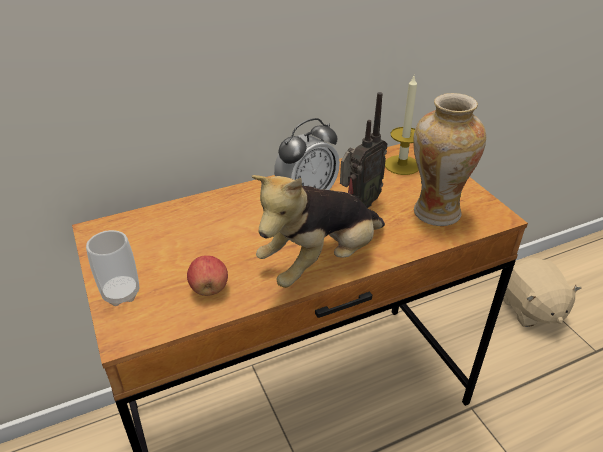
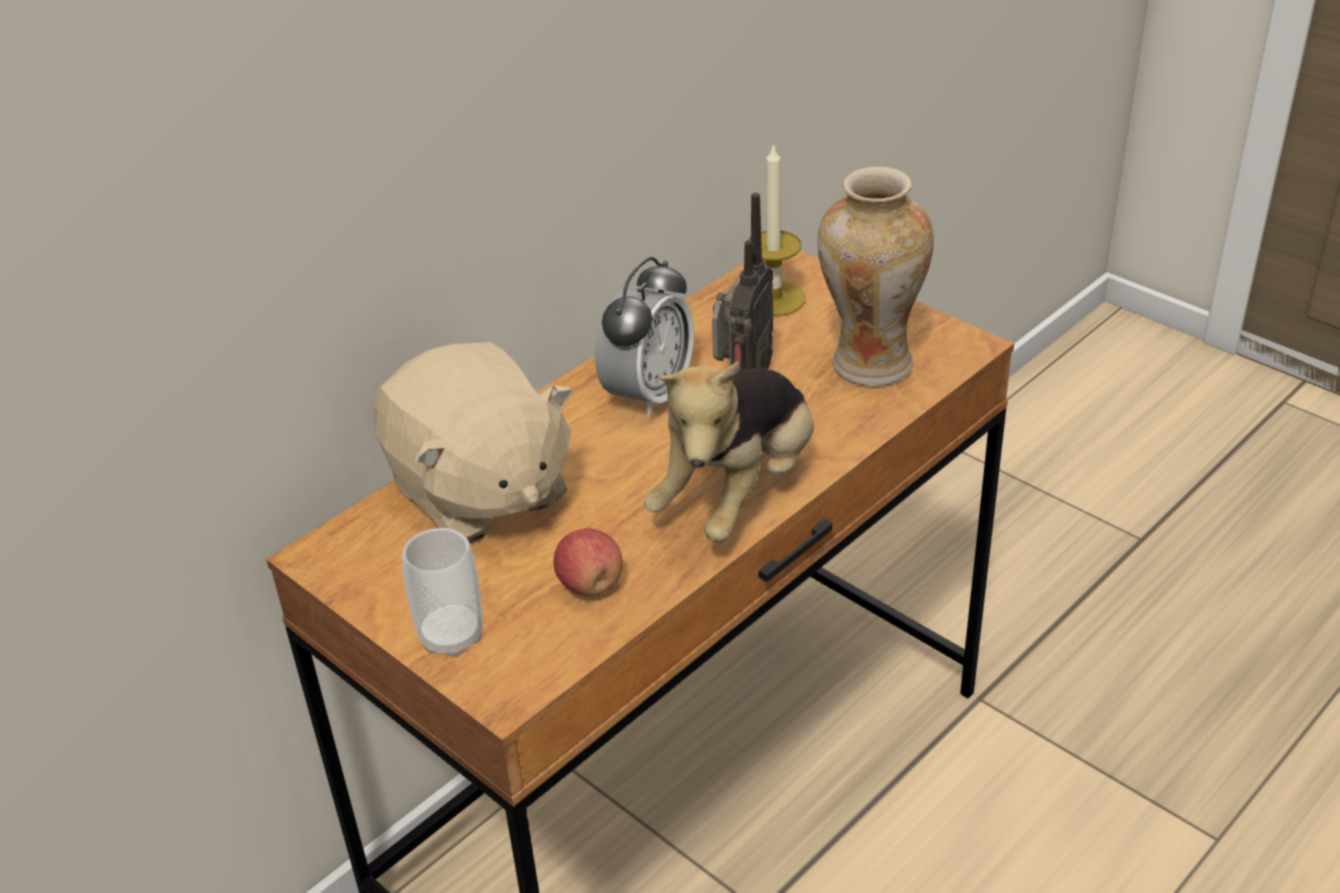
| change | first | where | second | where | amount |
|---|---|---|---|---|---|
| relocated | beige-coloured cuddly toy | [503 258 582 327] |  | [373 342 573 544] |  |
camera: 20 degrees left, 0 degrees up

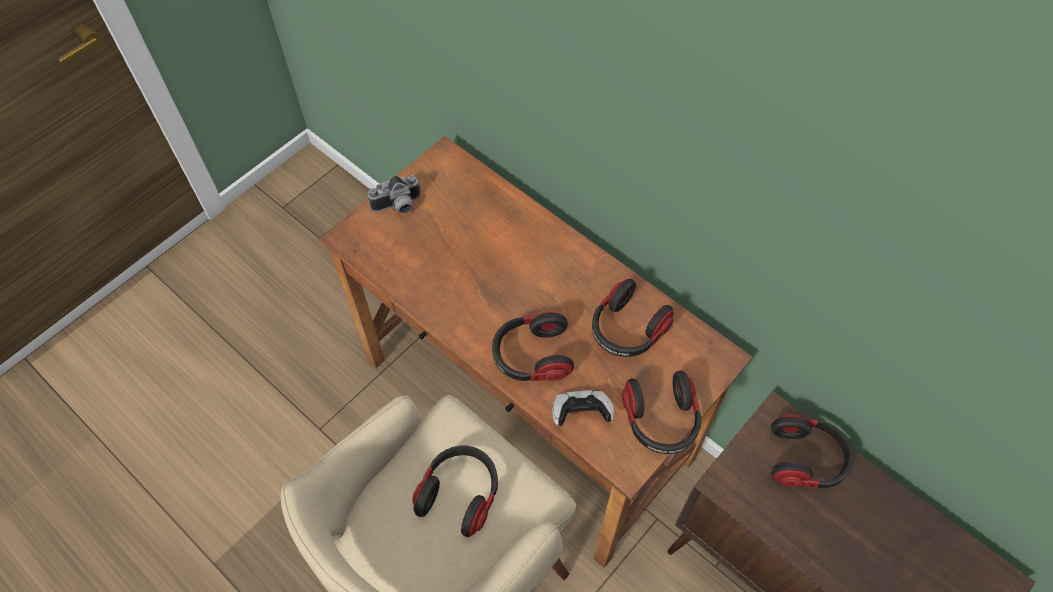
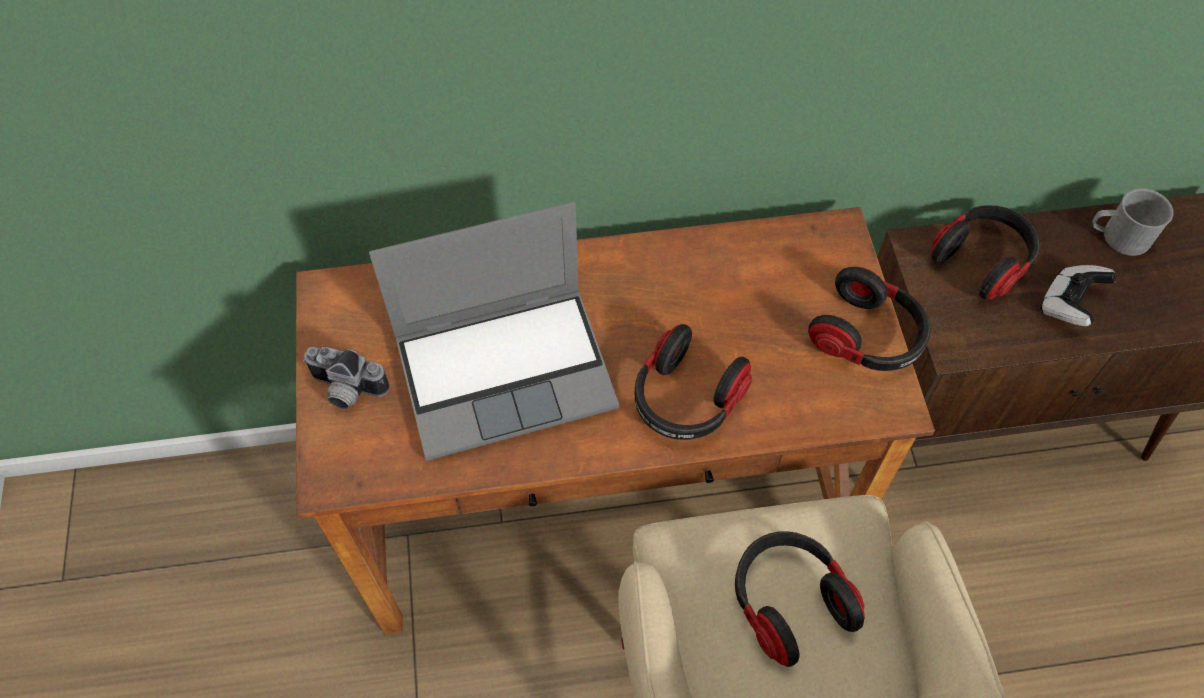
| change | first | where | second | where | amount |
|---|---|---|---|---|---|
| spun | photo camera | [368 175 421 213] |  | [303 347 389 409] | 90 degrees clockwise |
| missing | headset | [592 279 674 357] |  |  |  |
| relocated | gamepad | [552 390 614 426] |  | [1040 265 1116 326] |  |
| appeared |  |  | greyish tea mug | [1092 188 1174 256] |  |
| appeared |  |  | laptop | [369 202 619 461] |  |
camera: 50 degrees left, 0 degrees up

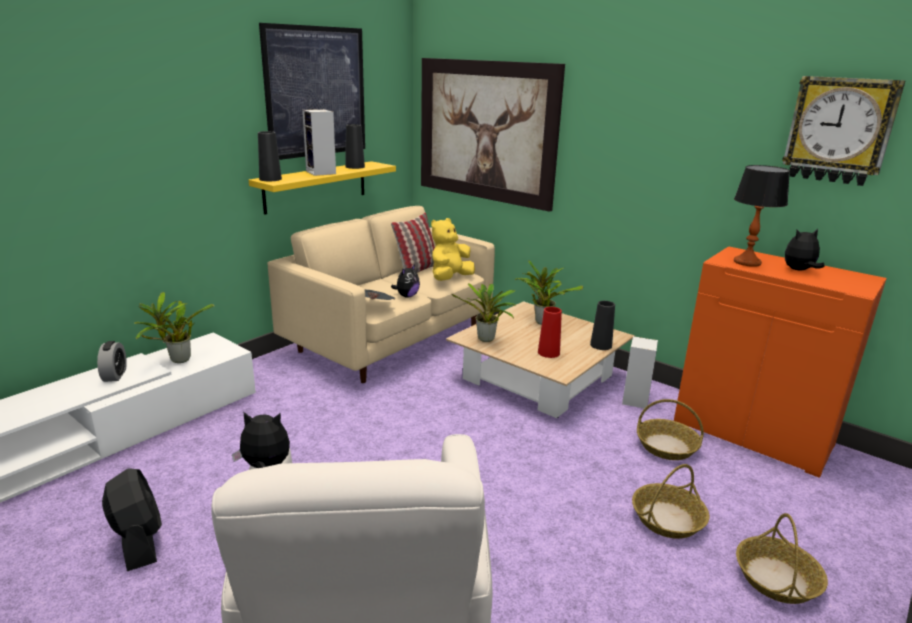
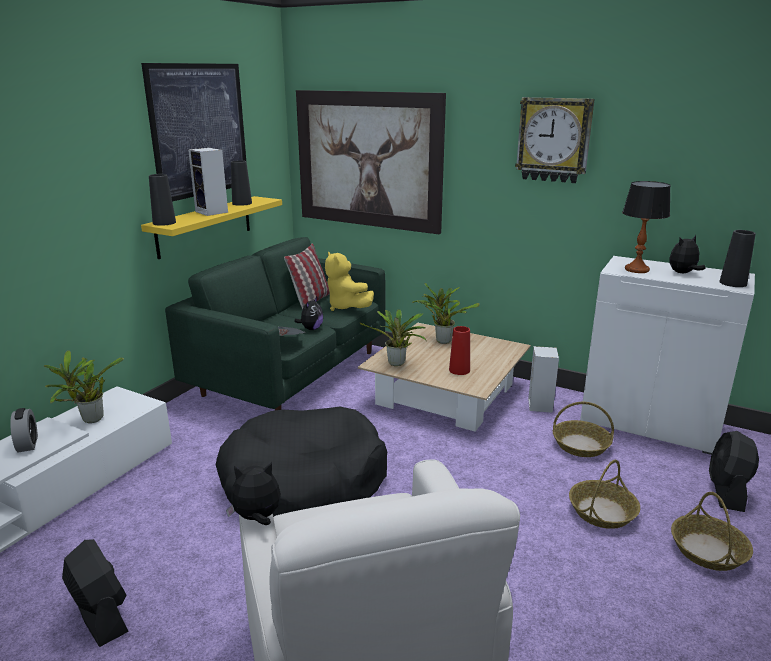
| change | first | where | second | where | amount |
|---|---|---|---|---|---|
| relocated | hanging clock | [782 76 905 186] |  | [515 97 595 183] |  |
| colour | beige-coloured sofa | [268 206 495 383] | green sofa | [165 237 385 410] |  |
| spun | yellow cuddly toy | [431 218 475 281] |  | [325 251 374 311] | 60 degrees counterclockwise |
| colour | orangey storage cabinet | [674 246 887 478] | whitish storage cabinet | [580 256 755 455] |  |
| relocated | black decorative vase | [590 301 615 350] |  | [719 230 756 287] |  |
| appeared |  |  | black pet bed | [216 407 387 517] |  |
| appeared |  |  | black cooling fan | [709 431 759 512] |  |
camera: 10 degrees left, 0 degrees up

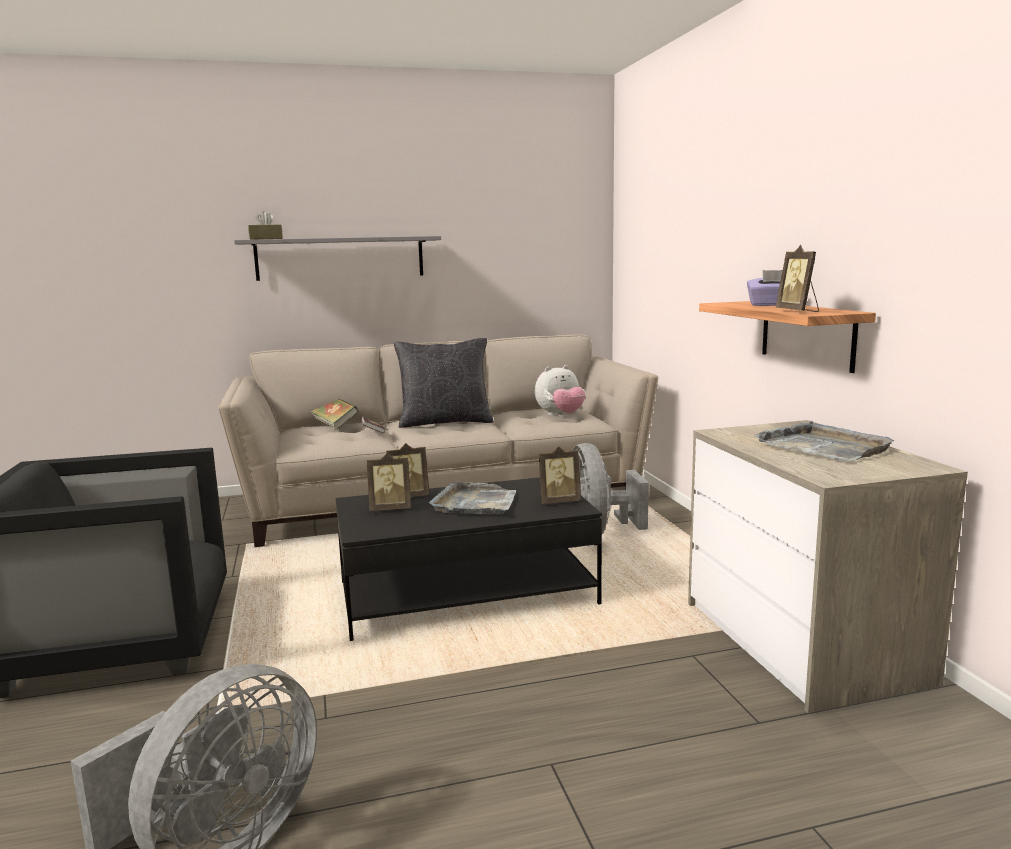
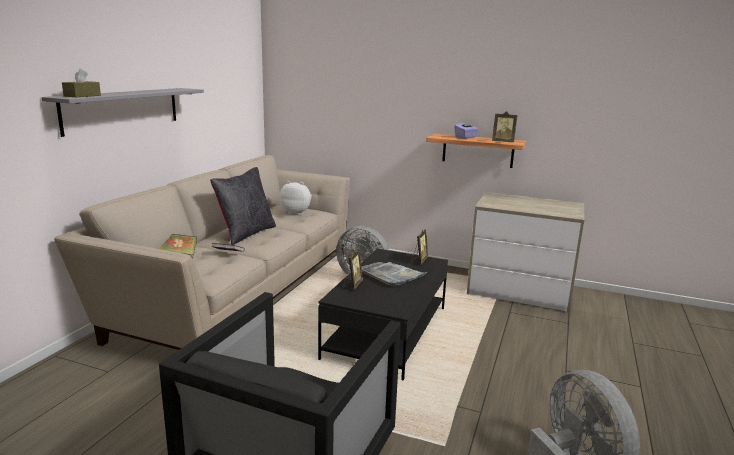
| change | first | where | second | where | amount |
|---|---|---|---|---|---|
| spun | cuddly toy | [535 365 585 415] |  | [279 181 312 215] | 90 degrees counterclockwise |
| missing | greyish serving tray | [754 421 894 461] |  |  |  |
| missing | photo frame | [367 453 411 511] |  |  |  |
camera: 55 degrees left, 5 degrees up

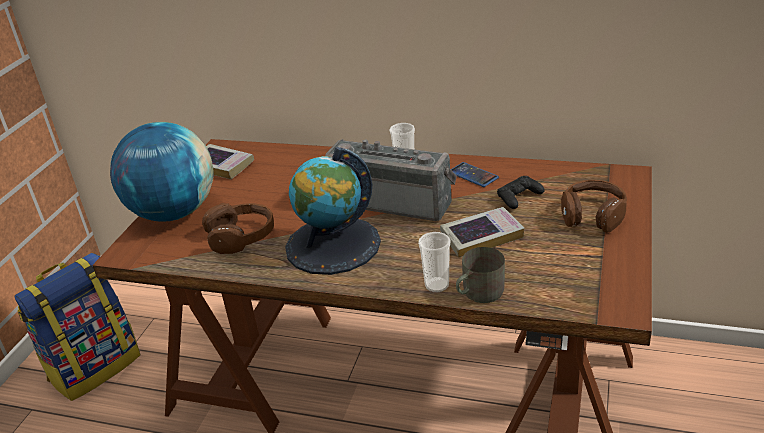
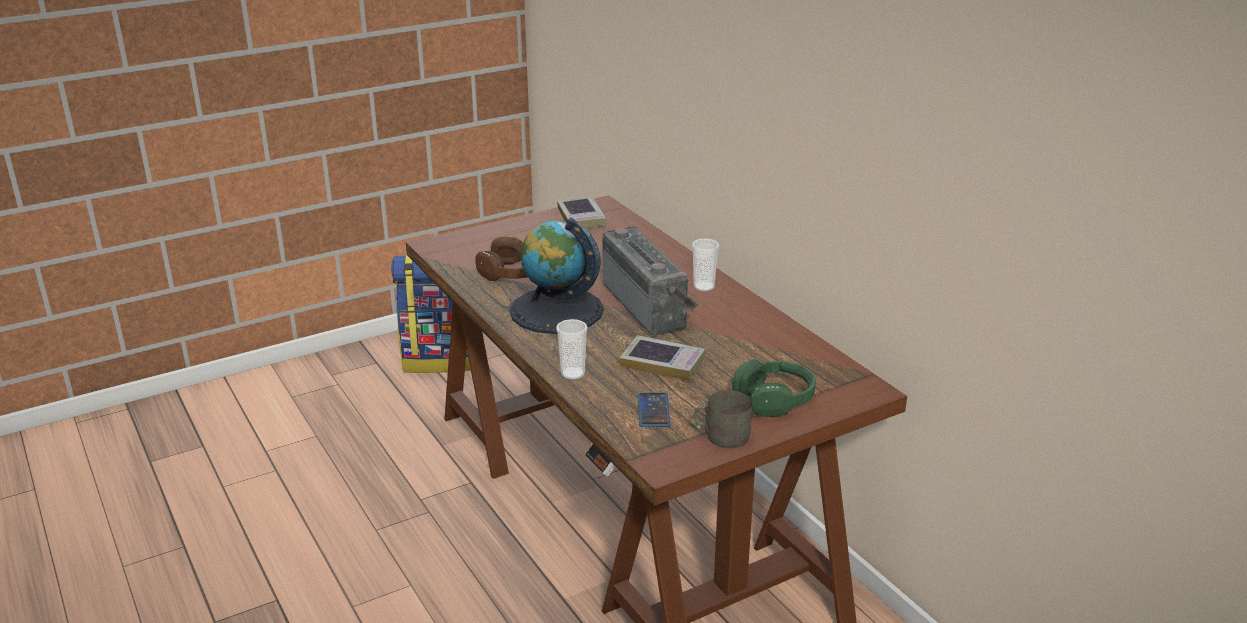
| change | first | where | second | where | amount |
|---|---|---|---|---|---|
| missing | globe | [110 122 214 222] |  |  |  |
| relocated | phone | [451 162 499 187] |  | [638 392 670 427] |  |
| missing | black gamepad | [497 176 545 209] |  |  |  |
| colour | brown headset | [561 180 627 233] | green headset | [732 359 816 417] |  |
| relocated | greyish tea mug | [456 247 505 303] |  | [694 390 752 448] |  |
camera: 40 degrees right, 5 degrees down

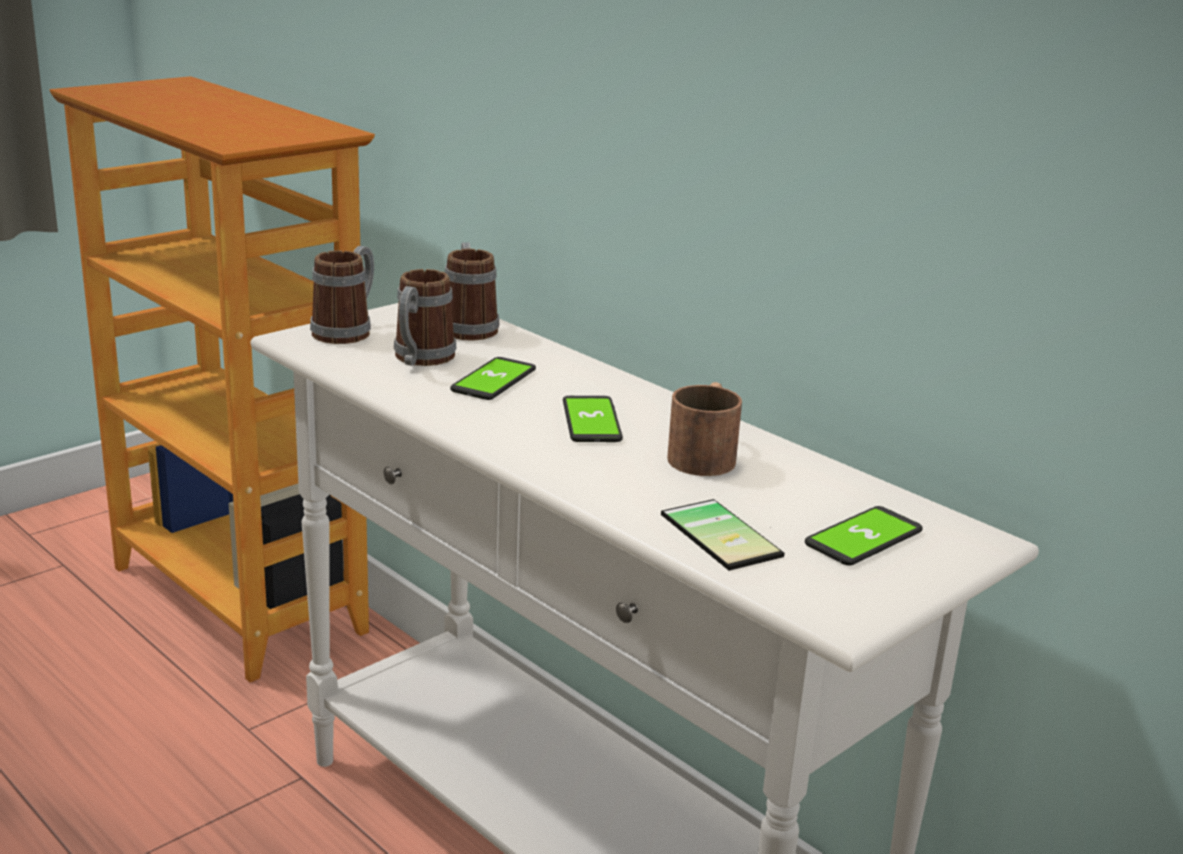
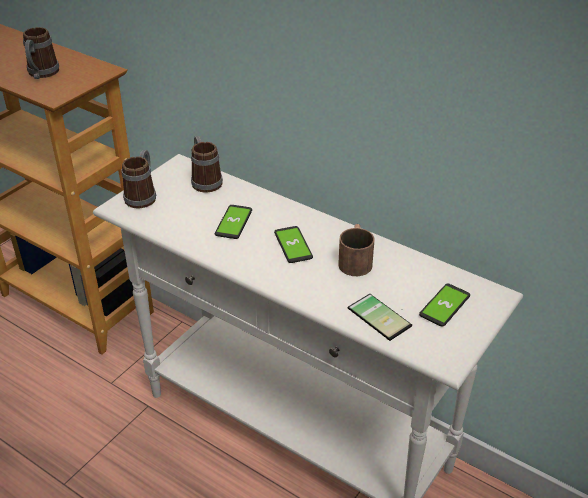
| change | first | where | second | where | amount |
|---|---|---|---|---|---|
| relocated | tea mug | [394 269 457 366] |  | [23 27 59 79] |  |
camera: 10 degrees left, 15 degrees up

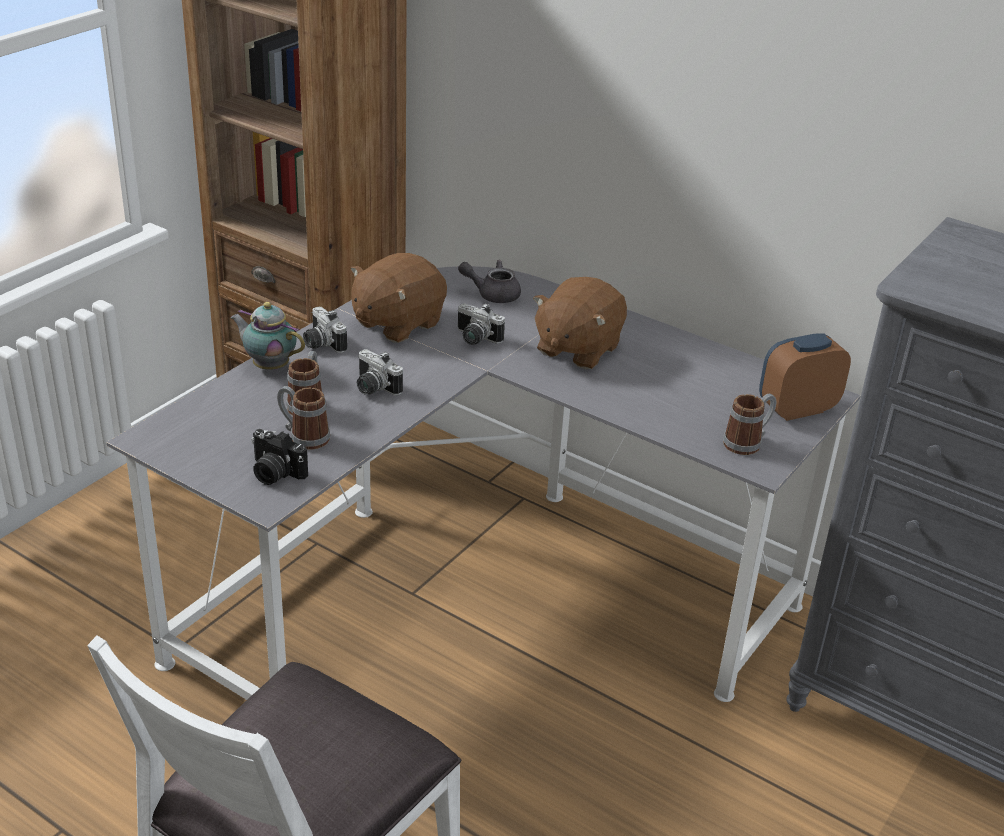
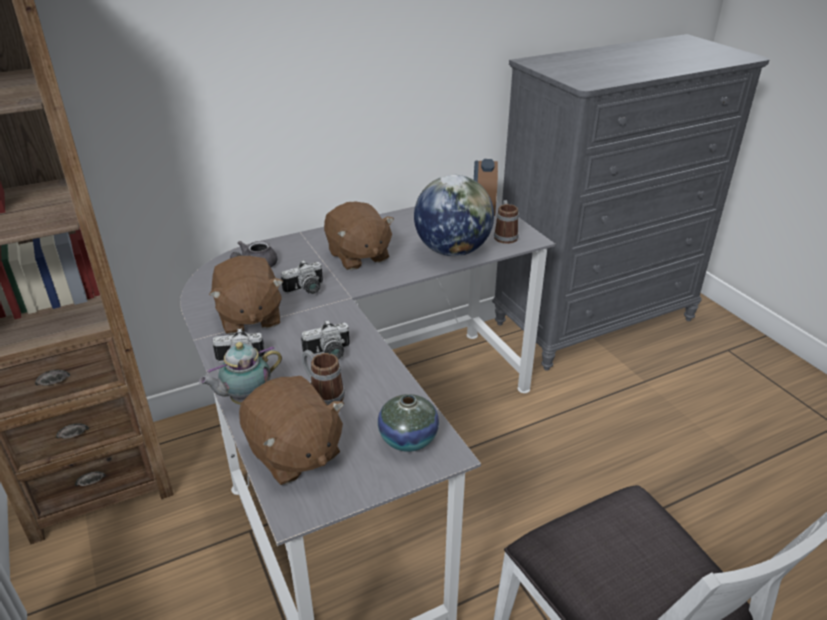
| change | first | where | second | where | amount |
|---|---|---|---|---|---|
| missing | tea mug | [277 386 330 450] |  |  |  |
| exchanged | photo camera | [251 429 308 485] | decorative vase | [378 394 439 452] |  |
| appeared |  |  | globe | [414 175 494 256] |  |
| appeared |  |  | brown cuddly toy | [239 376 344 485] |  |
camera: 60 degrees left, 0 degrees up

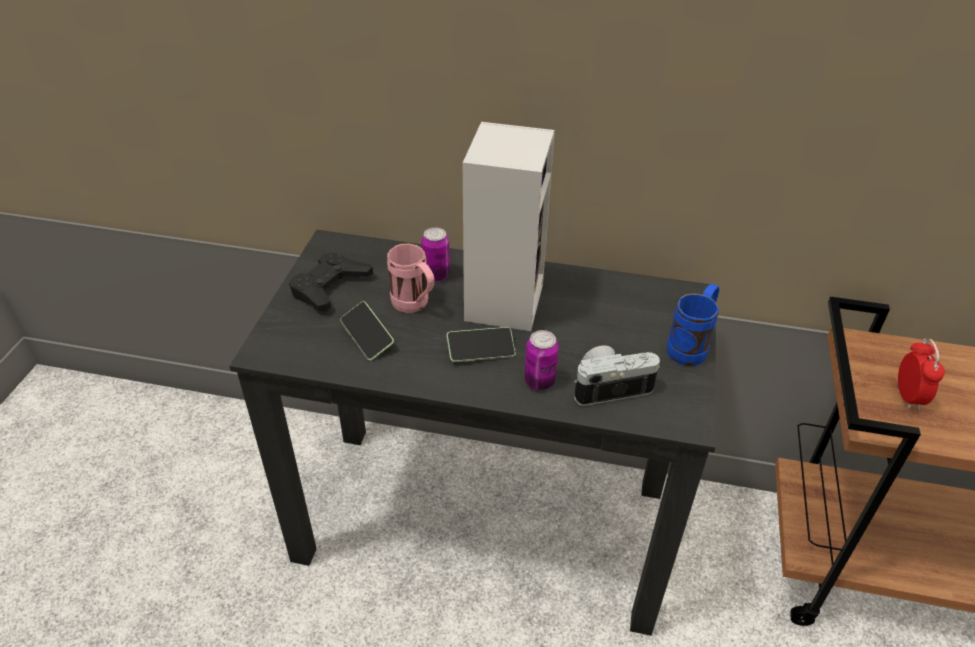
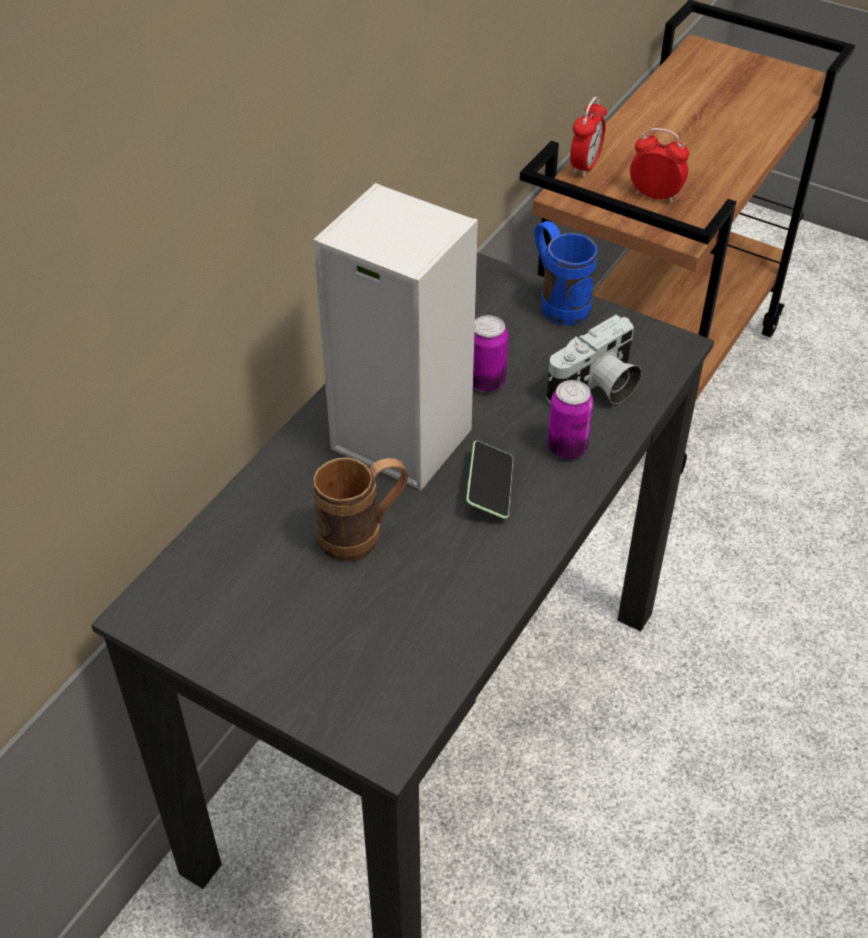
| change | first | where | second | where | amount |
|---|---|---|---|---|---|
| relocated | can | [421 227 450 282] |  | [473 315 509 392] |  |
| colour | pinkish tea mug | [387 243 435 313] | brown tea mug | [312 457 408 562] |  |
| missing | black gamepad | [289 252 373 311] |  |  |  |
| missing | phone | [340 301 394 361] |  |  |  |
| spun | photo camera | [574 345 660 406] |  | [546 315 642 404] | 135 degrees counterclockwise |
| appeared |  |  | table clock | [570 97 607 177] |  |
camera: 70 degrees left, 5 degrees up

